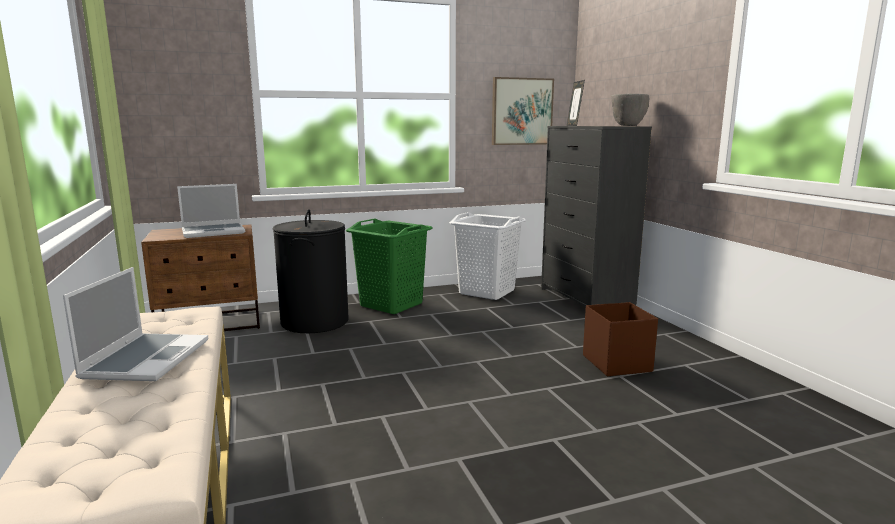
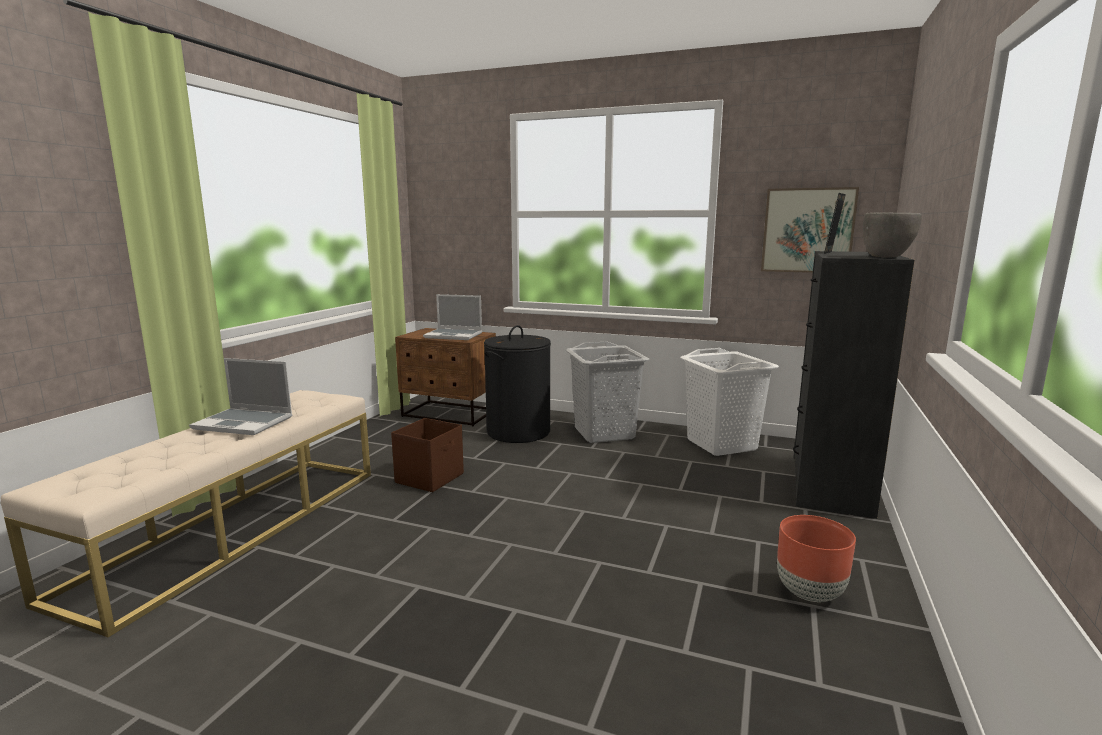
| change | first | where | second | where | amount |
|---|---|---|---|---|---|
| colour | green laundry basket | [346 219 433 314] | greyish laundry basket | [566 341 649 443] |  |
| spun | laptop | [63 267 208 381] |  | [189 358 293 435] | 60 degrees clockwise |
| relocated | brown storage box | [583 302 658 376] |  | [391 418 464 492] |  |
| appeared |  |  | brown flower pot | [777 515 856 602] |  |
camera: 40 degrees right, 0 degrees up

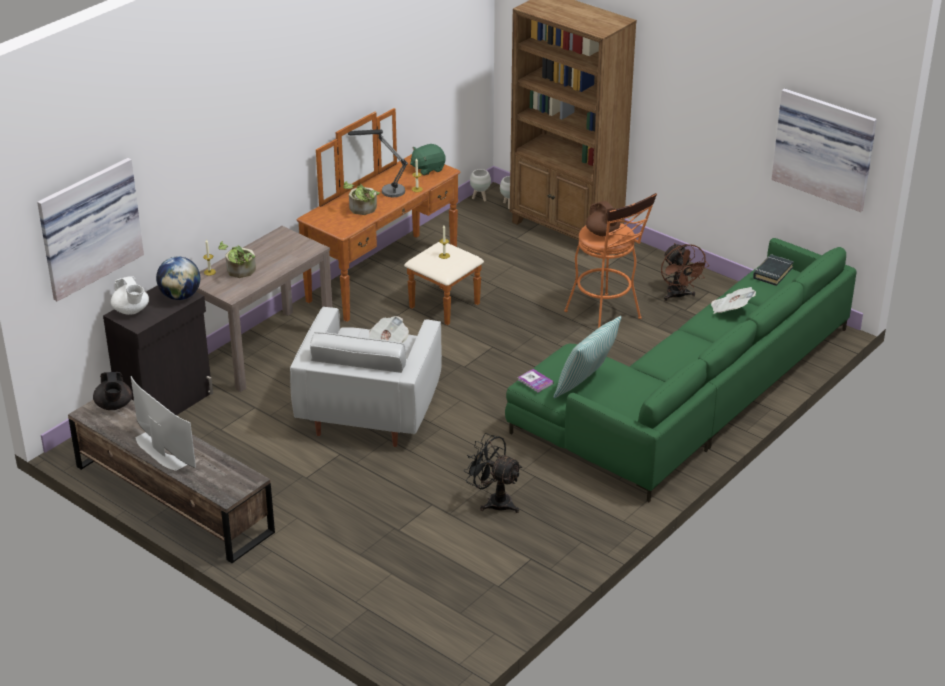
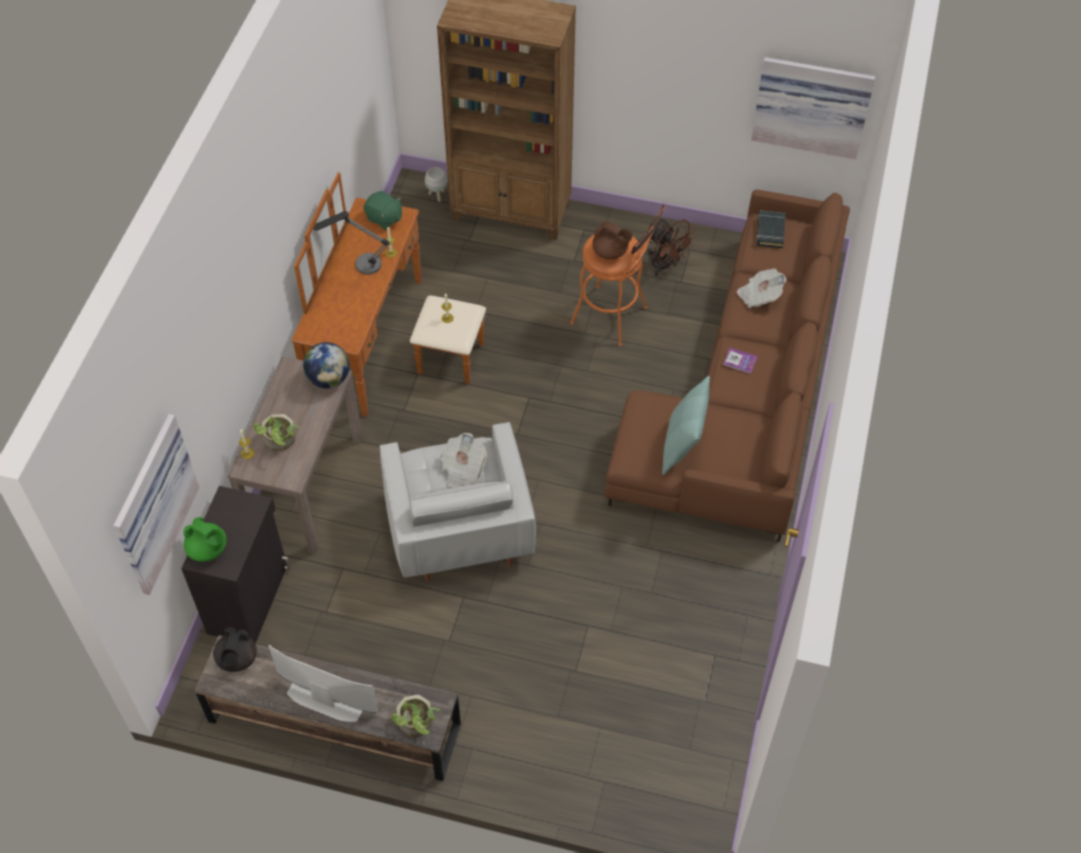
| change | first | where | second | where | amount |
|---|---|---|---|---|---|
| spun | green cuddly toy | [410 144 446 175] |  | [364 191 402 230] | 90 degrees counterclockwise |
| missing | whitish flower pot | [470 169 491 201] |  |  |  |
| relocated | potted plant | [343 181 380 215] |  | [391 695 441 736] |  |
| colour | green sofa | [505 238 857 502] | brown sofa | [605 190 850 542] |  |
| relocated | globe | [156 256 200 300] |  | [303 342 350 388] |  |
| colour | whitish pot for tea | [111 276 149 315] | green pot for tea | [183 517 227 562] |  |
| relocated | volume | [518 369 554 392] |  | [723 348 758 374] |  |
| spun | black pot for tea | [93 372 132 410] |  | [213 627 257 672] | 45 degrees clockwise |
| missing | black cooling fan | [464 433 522 513] |  |  |  |
camera: 25 degrees left, 20 degrees up

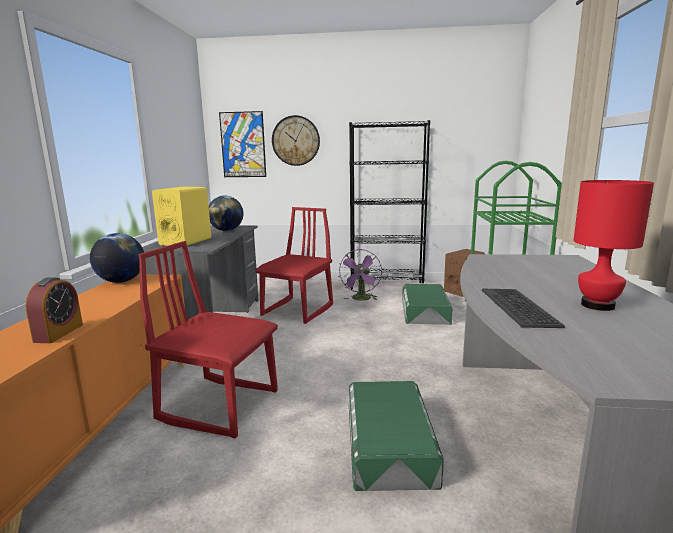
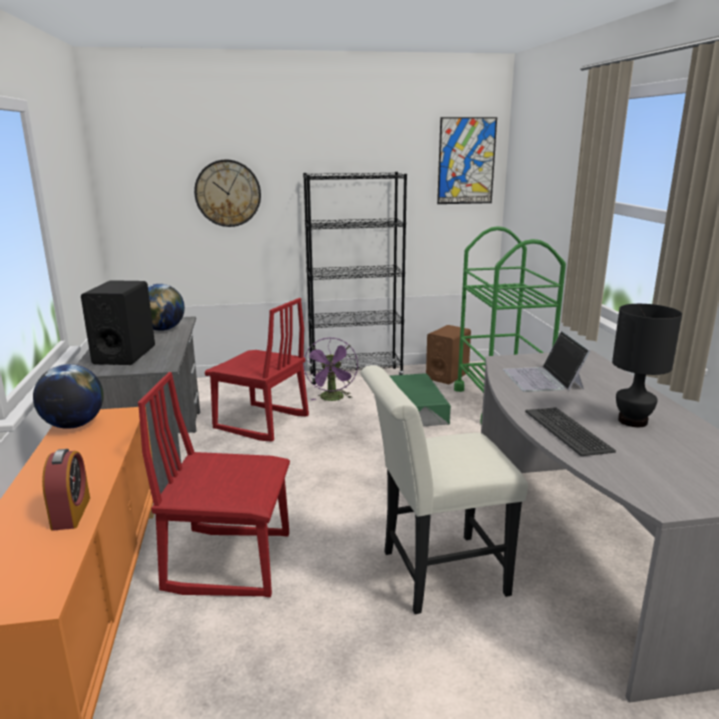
| change | first | where | second | where | amount |
|---|---|---|---|---|---|
| relocated | picture | [219 111 266 177] |  | [437 117 497 204] |  |
| colour | red lamp for a table | [574 180 654 311] | black lamp for a table | [612 304 682 427] |  |
| colour | yellow loudspeaker | [152 187 211 246] | black loudspeaker | [81 280 155 365] |  |
| spun | red plain chair | [255 207 333 324] |  | [205 298 309 442] | 105 degrees clockwise |
| exchanged | green storage box | [349 381 444 491] | whitish plain chair | [360 365 528 614] |  |
| appeared |  |  | laptop | [503 331 590 392] |  |
camera: 15 degrees left, 5 degrees up

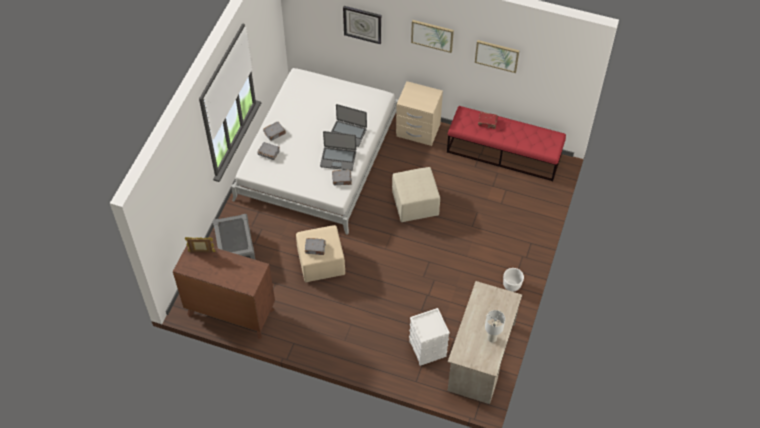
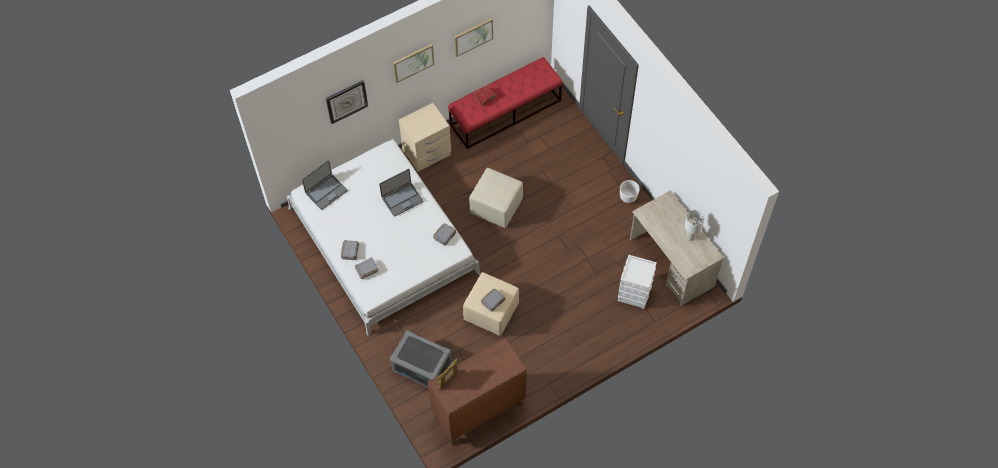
| change | first | where | second | where | amount |
|---|---|---|---|---|---|
| relocated | laptop | [320 131 356 171] |  | [302 160 348 210] |  |
camera: 50 degrees left, 5 degrees up

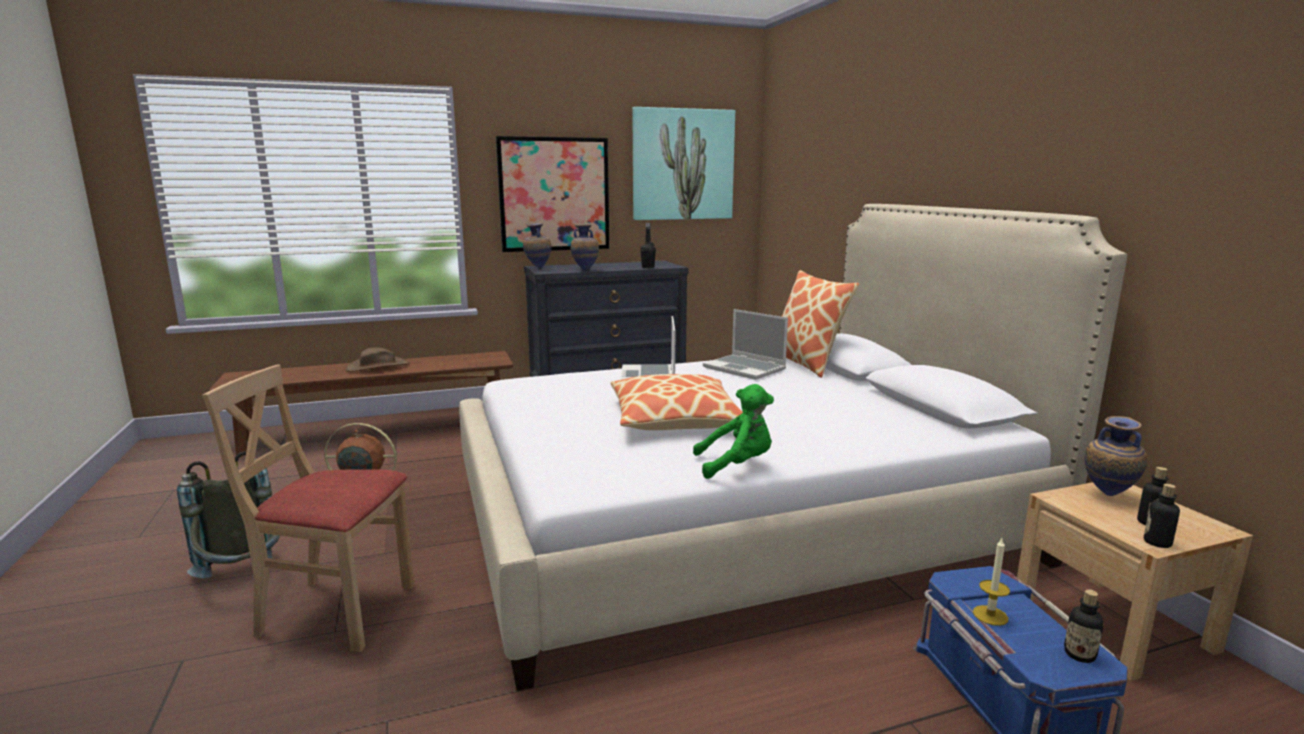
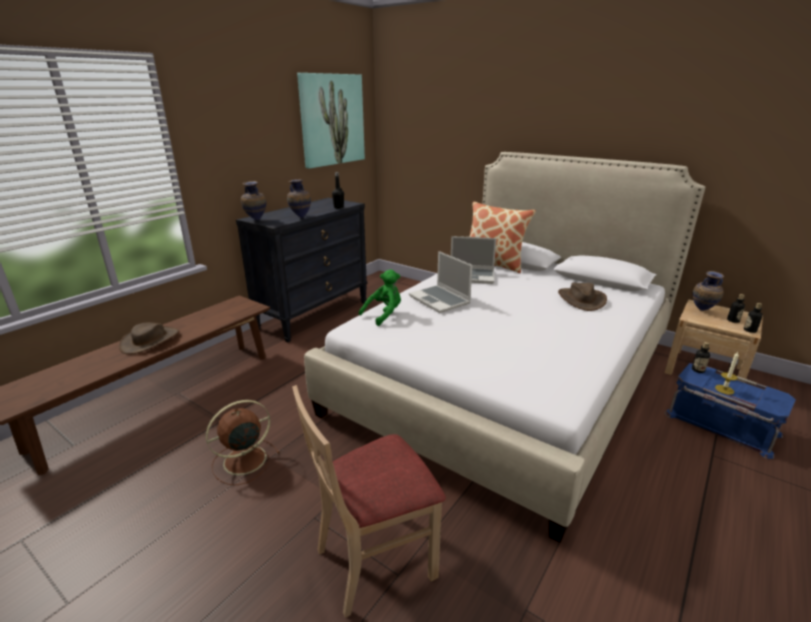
| change | first | where | second | where | amount |
|---|---|---|---|---|---|
| missing | picture | [495 136 610 252] |  |  |  |
| missing | pillow | [611 374 743 430] |  |  |  |
| relocated | green cuddly toy | [693 384 774 479] |  | [359 269 401 326] |  |
| missing | greyish rucksack | [177 451 280 578] |  |  |  |
| relocated | drink bottle | [1064 589 1104 663] |  | [692 342 710 373] |  |
| appeared |  |  | brown wearable hat | [558 283 607 311] |  |
camera: 35 degrees left, 10 degrees up

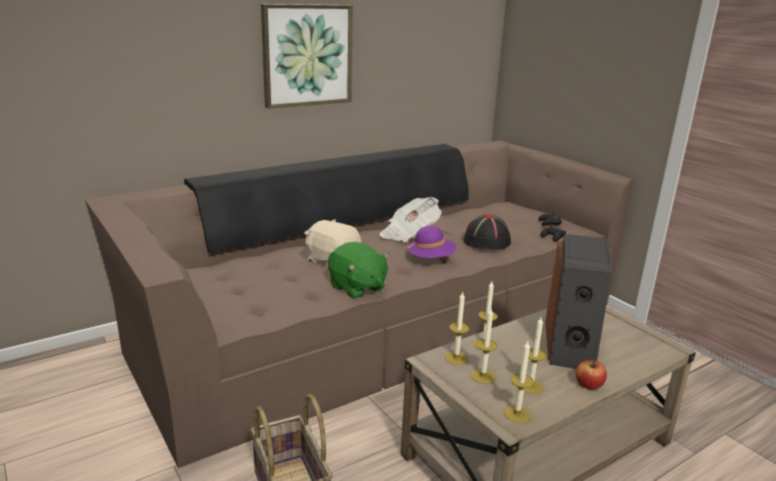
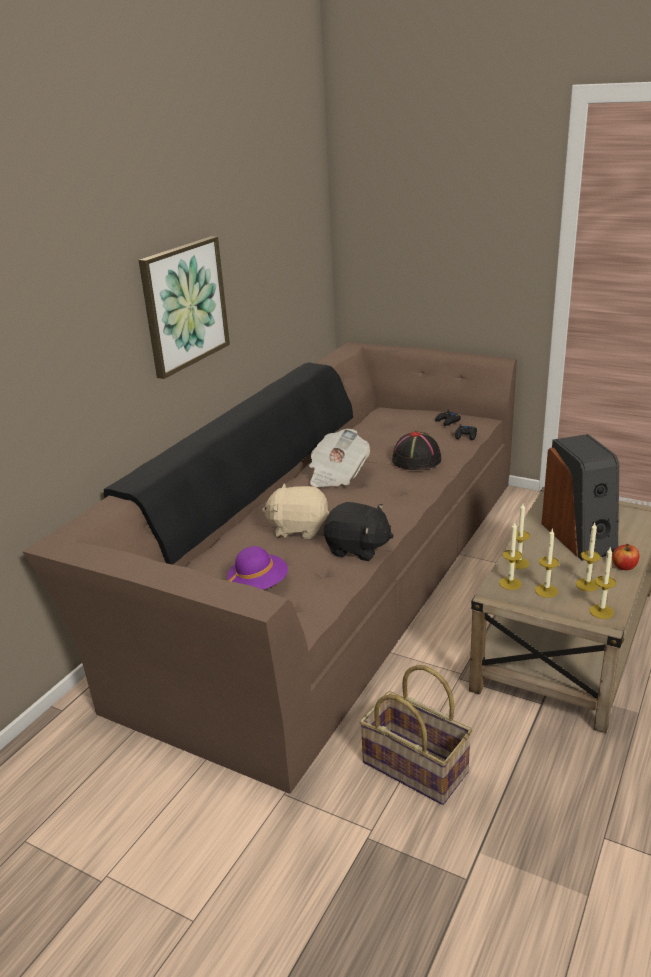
| change | first | where | second | where | amount |
|---|---|---|---|---|---|
| relocated | purple wearable hat | [406 226 456 258] |  | [227 546 288 590] |  |
| colour | green cuddly toy | [328 242 389 299] | black cuddly toy | [324 502 394 561] |  |
camera: 25 degrees left, 5 degrees up

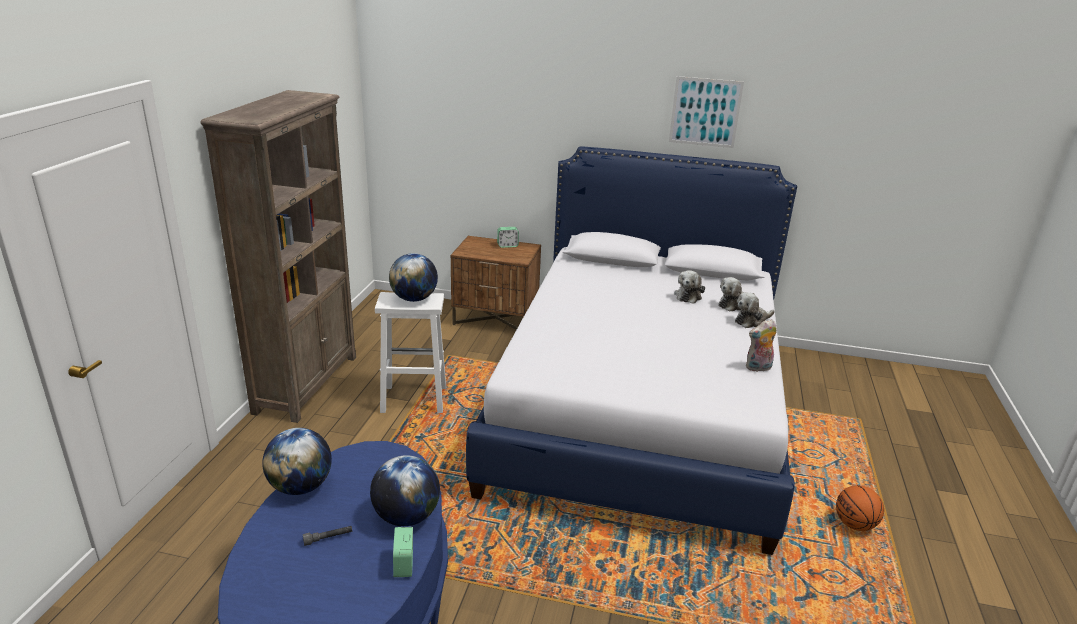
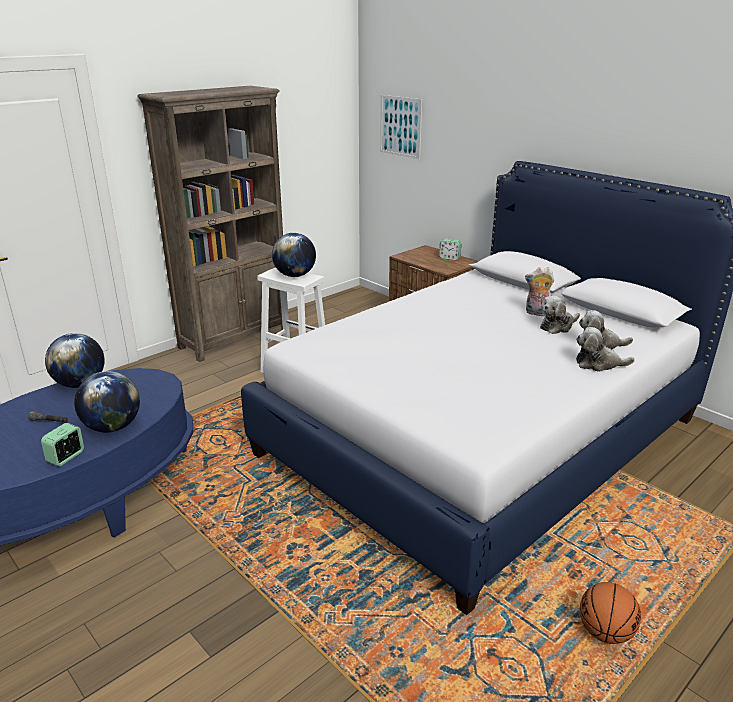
| change | first | where | second | where | amount |
|---|---|---|---|---|---|
| relocated | picture | [669 76 744 148] |  | [380 95 422 159] |  |
| relocated | cuddly toy | [746 319 777 372] |  | [525 267 554 316] |  |
camera: 35 degrees right, 0 degrees up

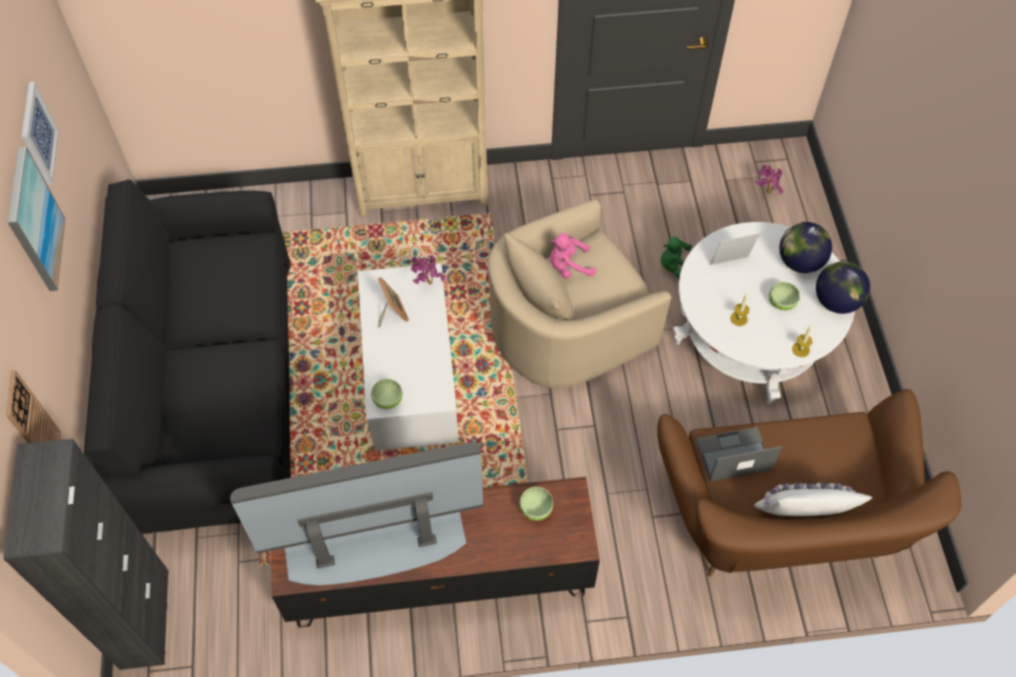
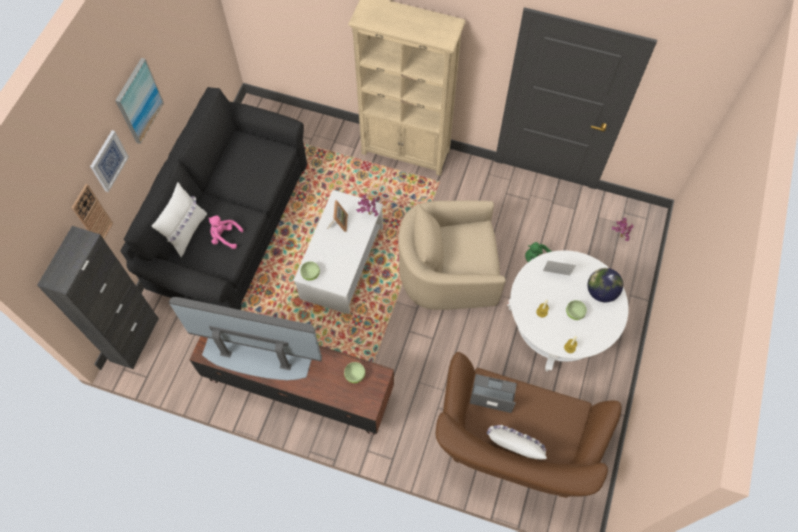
| change | first | where | second | where | amount |
|---|---|---|---|---|---|
| relocated | picture | [22 82 59 184] |  | [90 130 129 192] |  |
| relocated | pinkish cuddly toy | [550 233 596 279] |  | [208 216 243 249] |  |
| missing | globe | [816 261 870 314] |  |  |  |
| appeared |  |  | whitish pillow | [152 183 207 257] |  |
camera: 25 degrees right, 5 degrees up

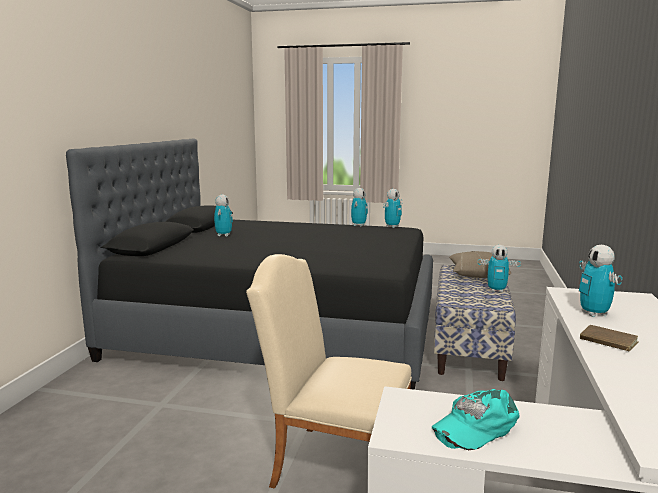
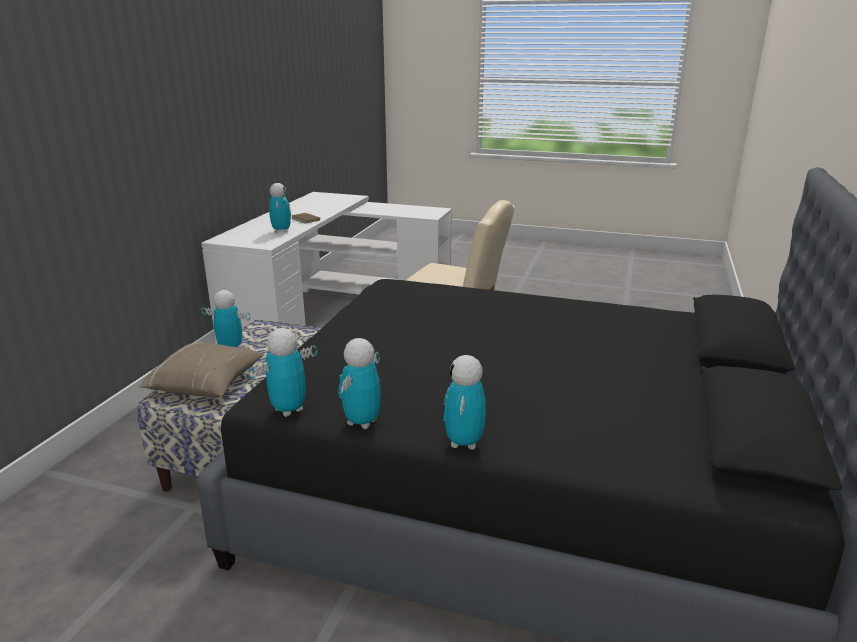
| change | first | where | second | where | amount |
|---|---|---|---|---|---|
| relocated | toy robot | [214 195 233 236] |  | [443 355 486 450] |  |
| missing | turquoise baseball cap | [432 389 520 450] |  |  |  |
camera: 175 degrees left, 10 degrees up

